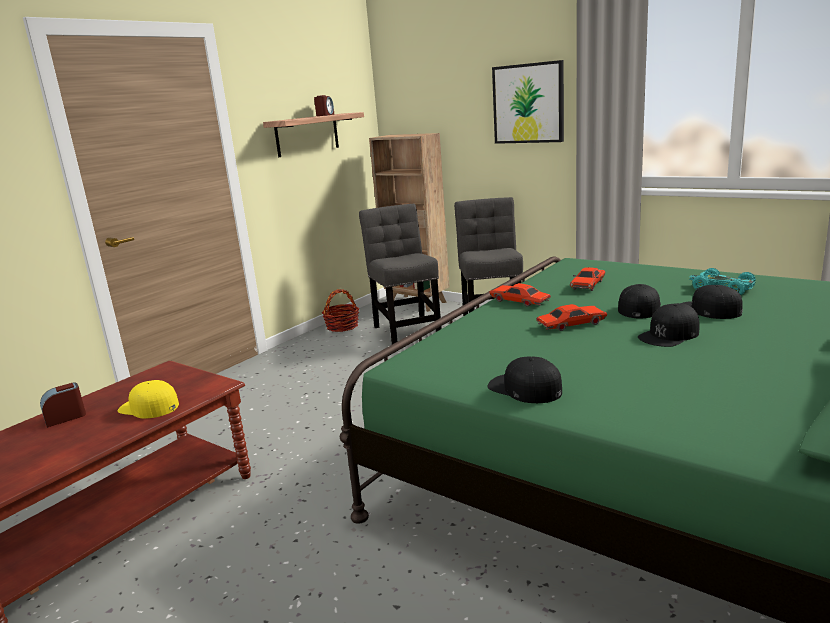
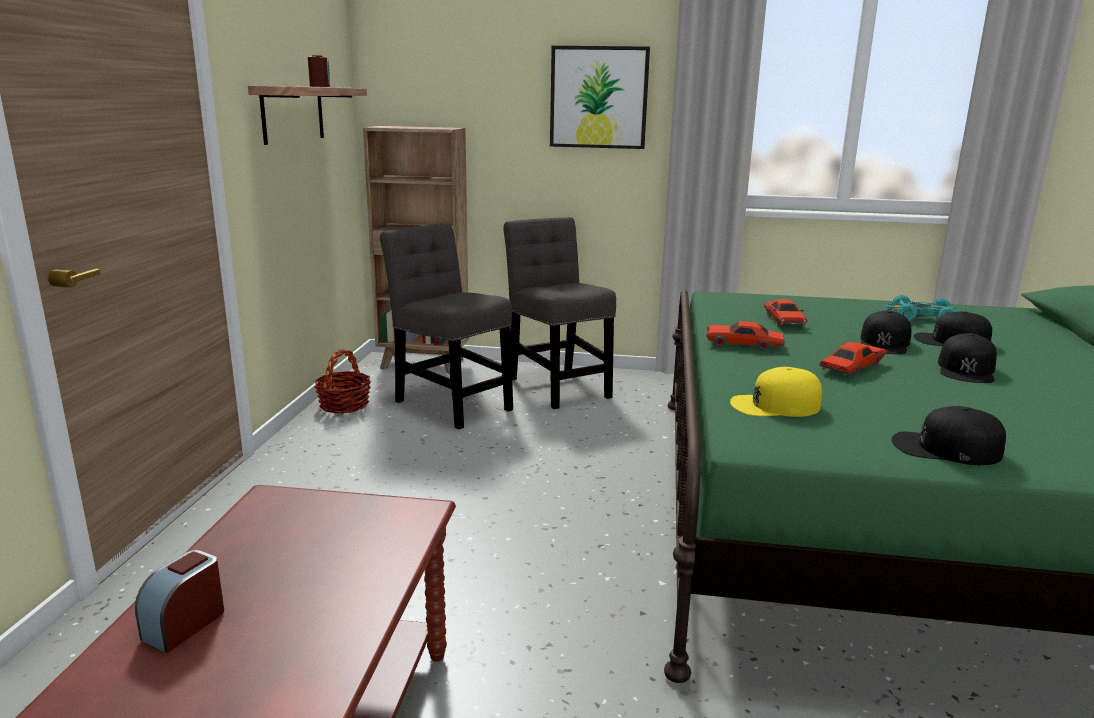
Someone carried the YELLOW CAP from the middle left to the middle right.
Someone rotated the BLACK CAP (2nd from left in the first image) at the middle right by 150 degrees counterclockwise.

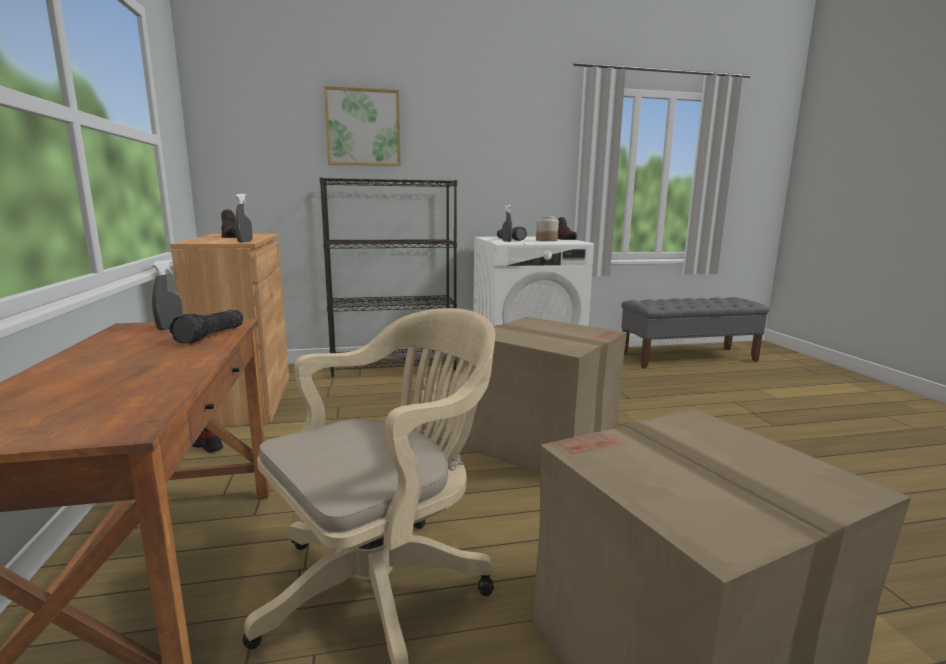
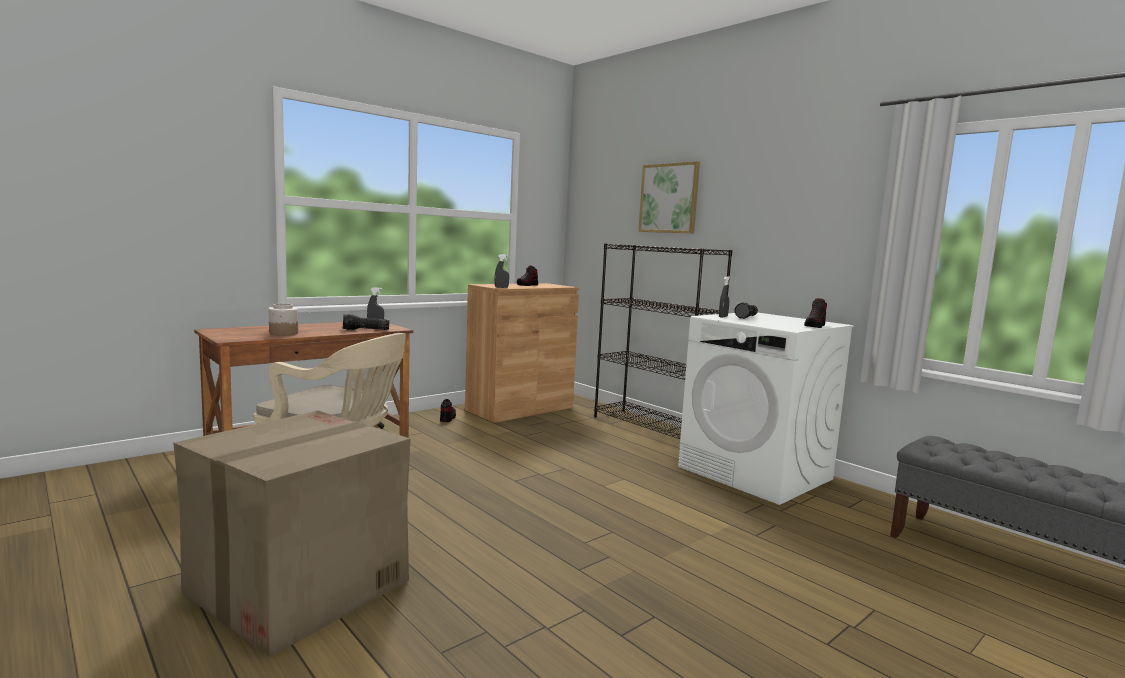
Someone carried the JAR from the centre to the middle left.
Someone took away the CARDBOARD BOX (1st from left) at the centre.

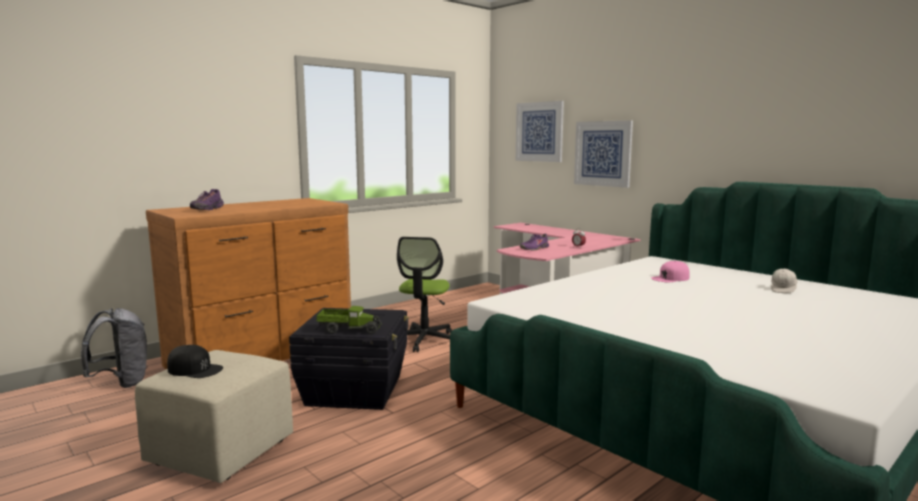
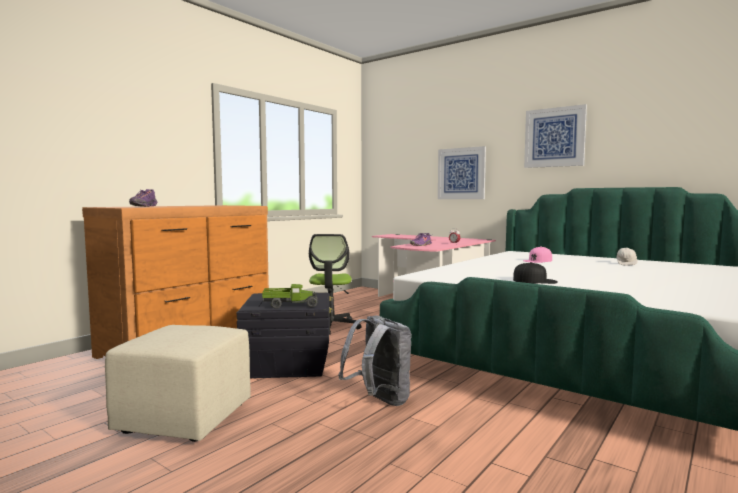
Someone carried the GREY BACKPACK from the bottom left to the bottom centre.
Someone carried the BLACK CAP from the bottom left to the middle right.
Someone carried the PICTURE (1st from left in the first image) from the top centre to the top right.

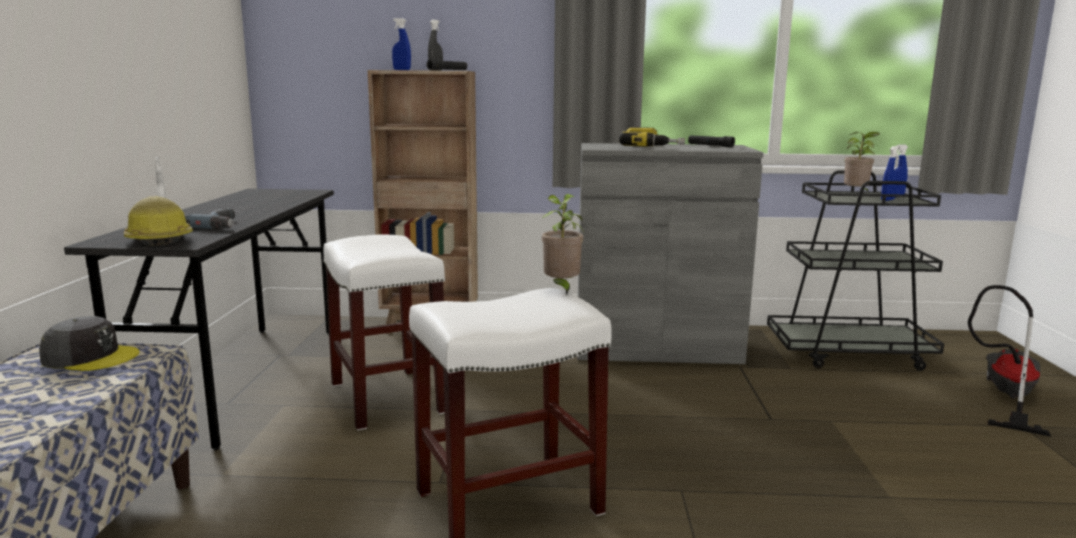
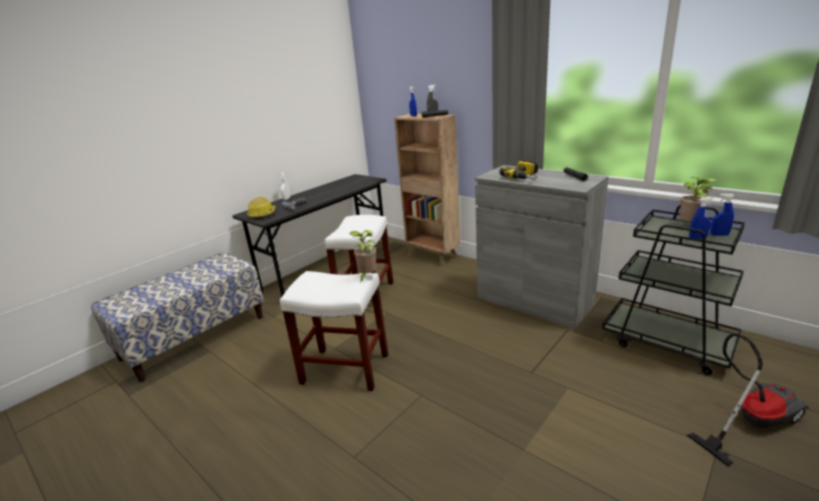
Someone took away the GREY CAP at the middle left.

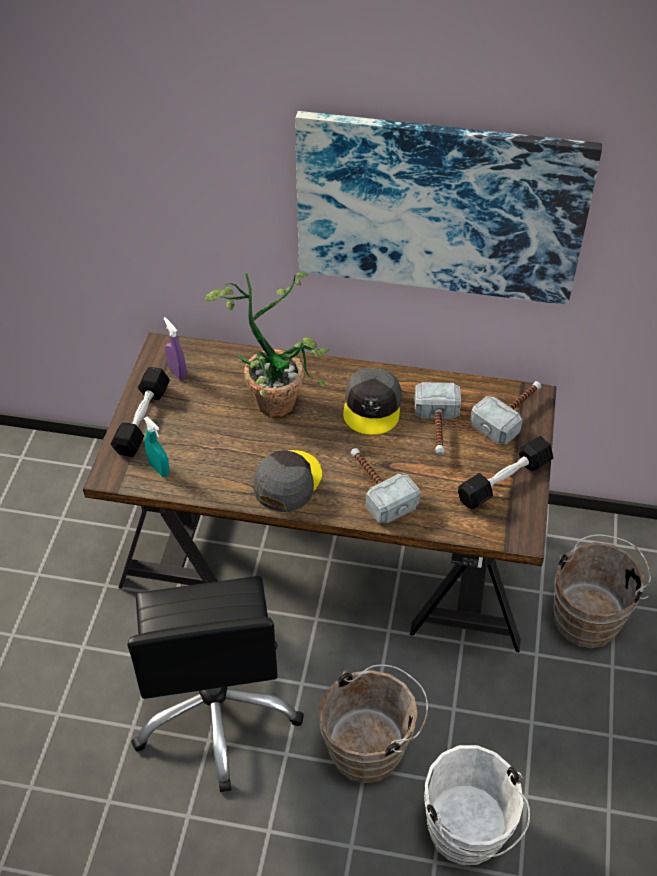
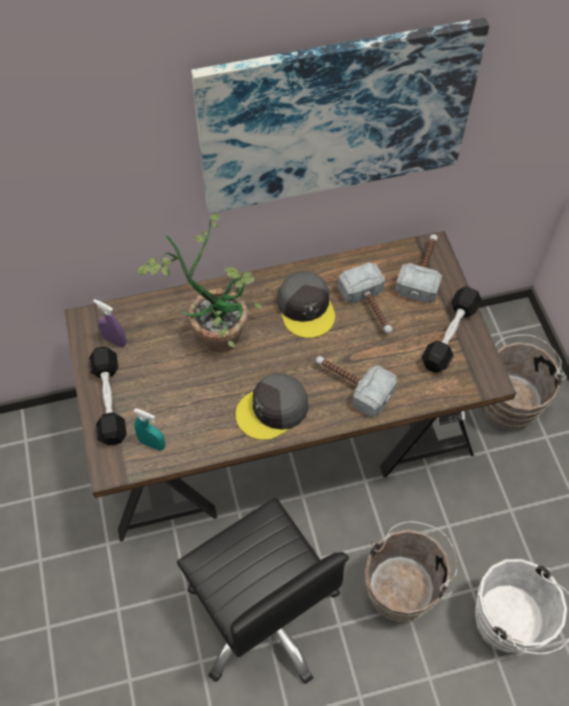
Someone rotated the GREY CAP (1st from left) at the centre by 120 degrees counterclockwise.

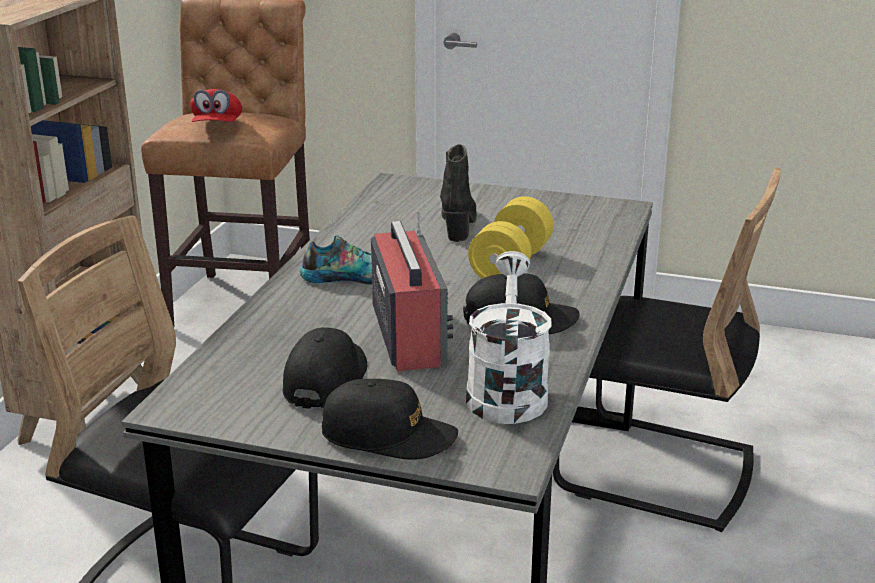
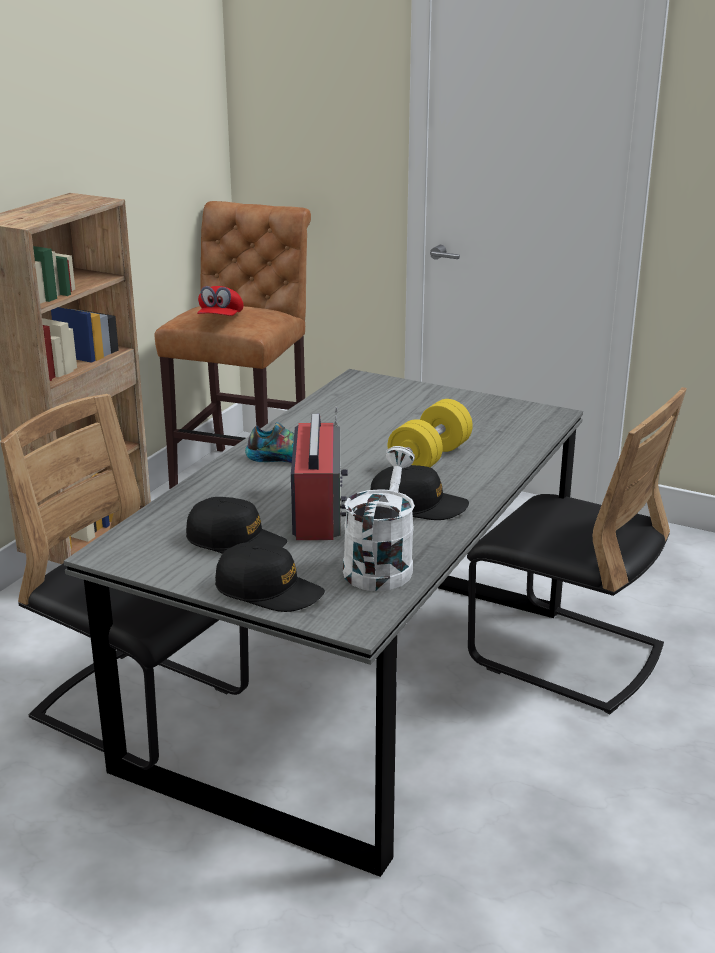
Someone rotated the BLACK CAP (1st from left) at the centre by 90 degrees clockwise.
Someone took away the BLACK BOOT at the top centre.

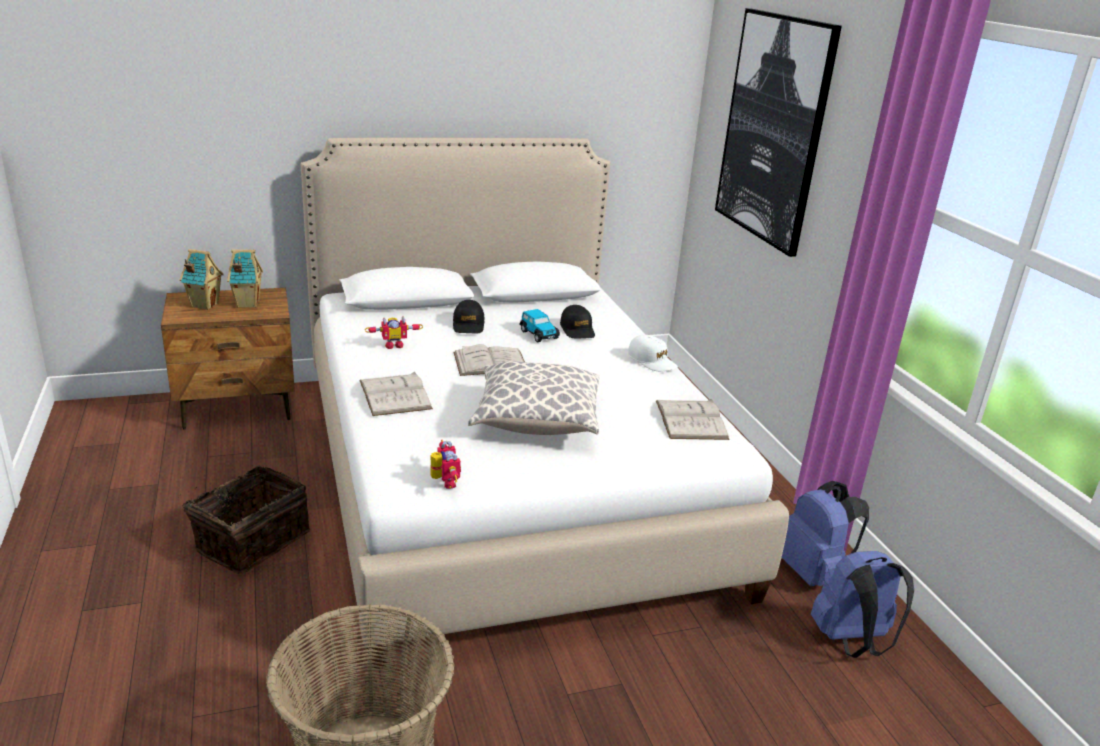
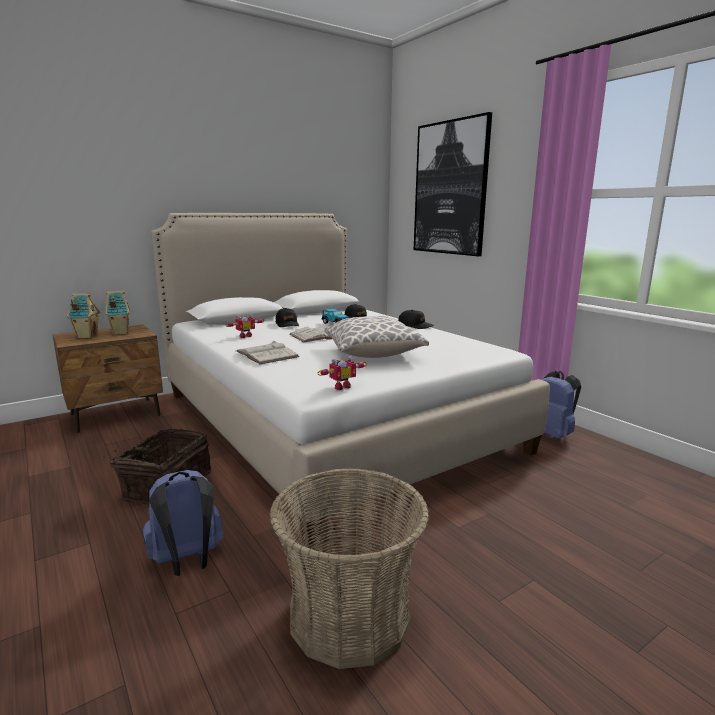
Someone carried the BLUE BACKPACK (2nd from left in the first image) from the bottom right to the bottom left.
Someone rotated the TOY ROBOT (2nd from left) at the centre by 90 degrees clockwise.
Someone repainted the WHITE CAP at the centre, which became the BLACK CAP (3rd from left) at the centre.
Someone took away the WHITE BOOK (3rd from left) at the centre.

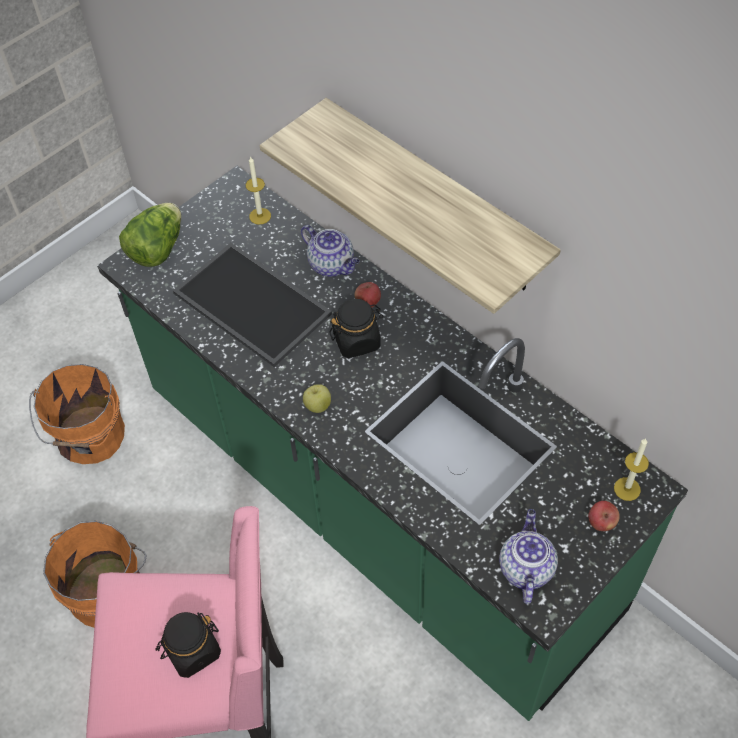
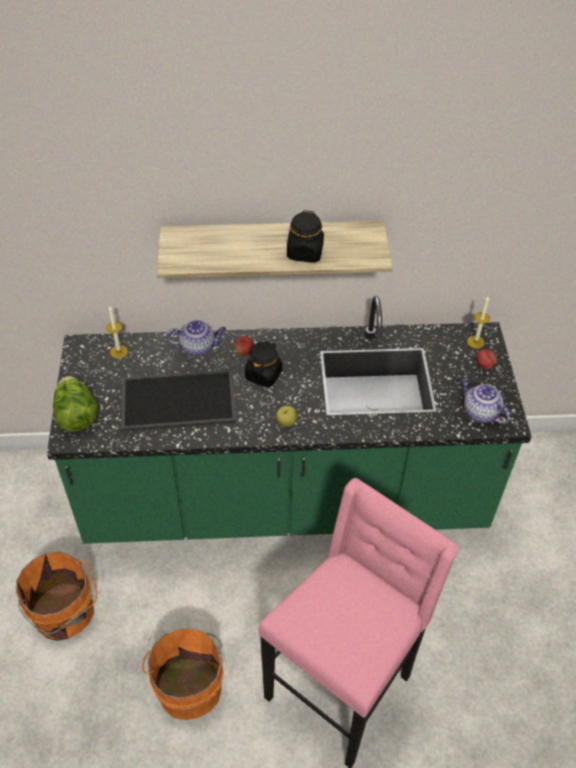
Someone carried the BLACK JAR (1st from left in the first image) from the bottom left to the top centre.

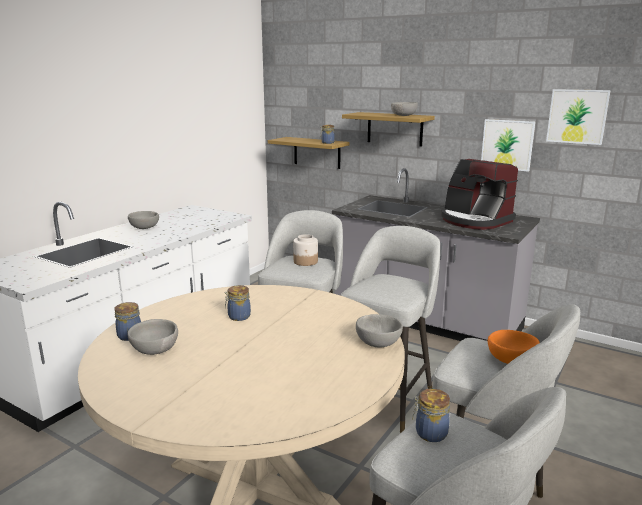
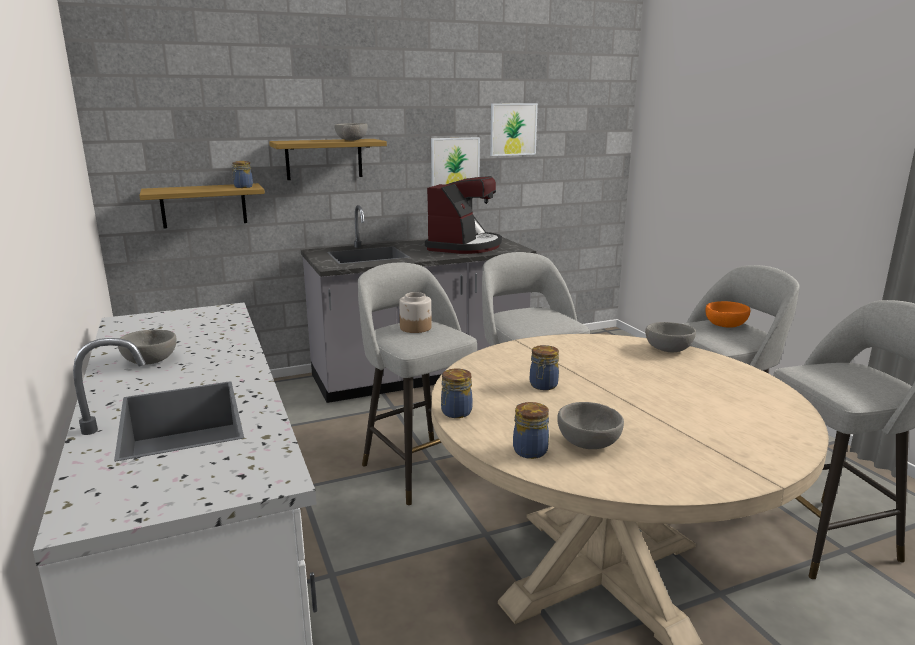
Someone rotated the COFFEE MACHINE at the middle right by 60 degrees counterclockwise.
Someone carried the JAR (5th from left in the first image) from the bottom right to the centre.

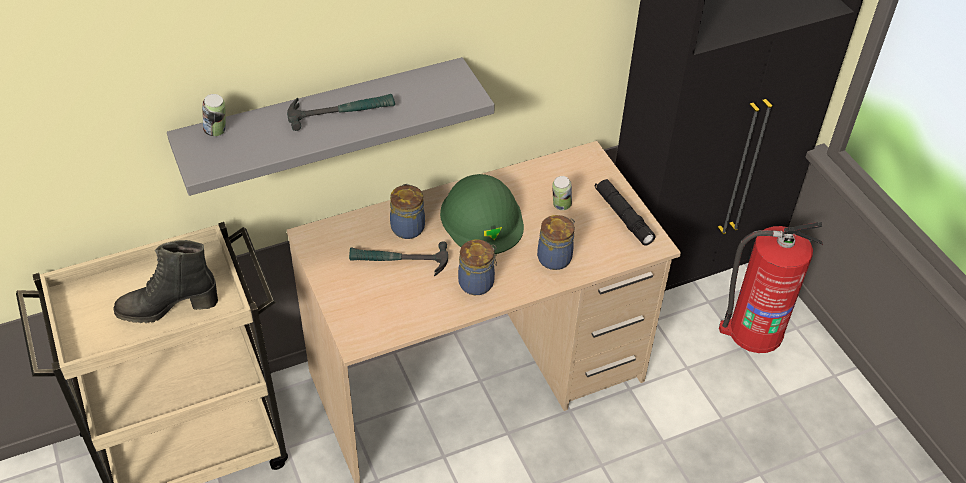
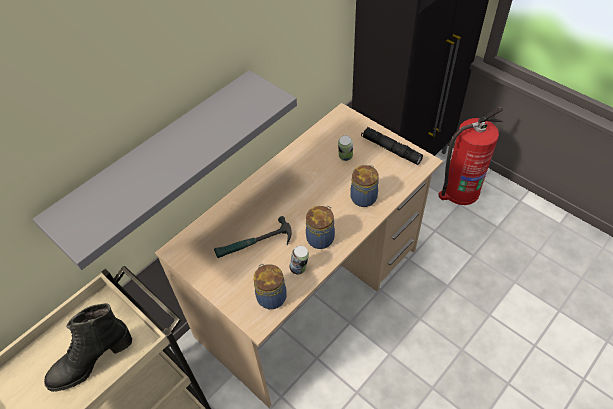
Someone carried the JAR (1st from left) from the centre to the bottom centre.
Someone carried the CAN (1st from left) from the top left to the centre.
Someone took away the HAMMER (1st from left) at the top centre.
Someone took away the GREEN HARD HAT at the centre.

